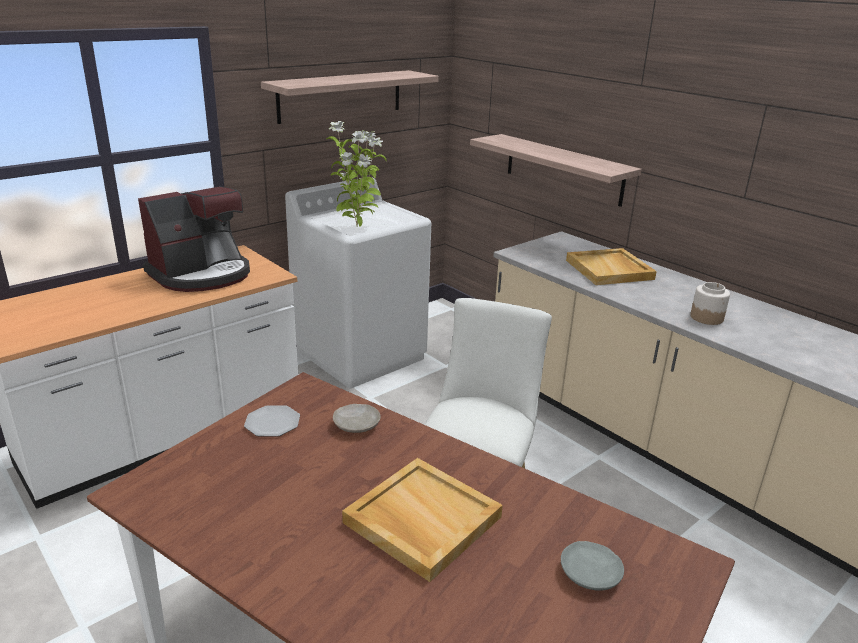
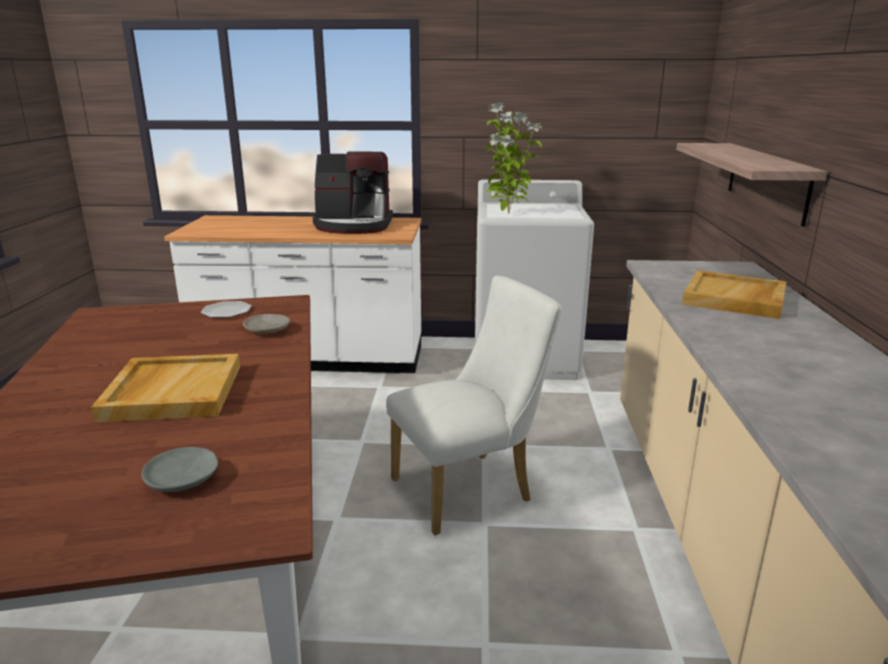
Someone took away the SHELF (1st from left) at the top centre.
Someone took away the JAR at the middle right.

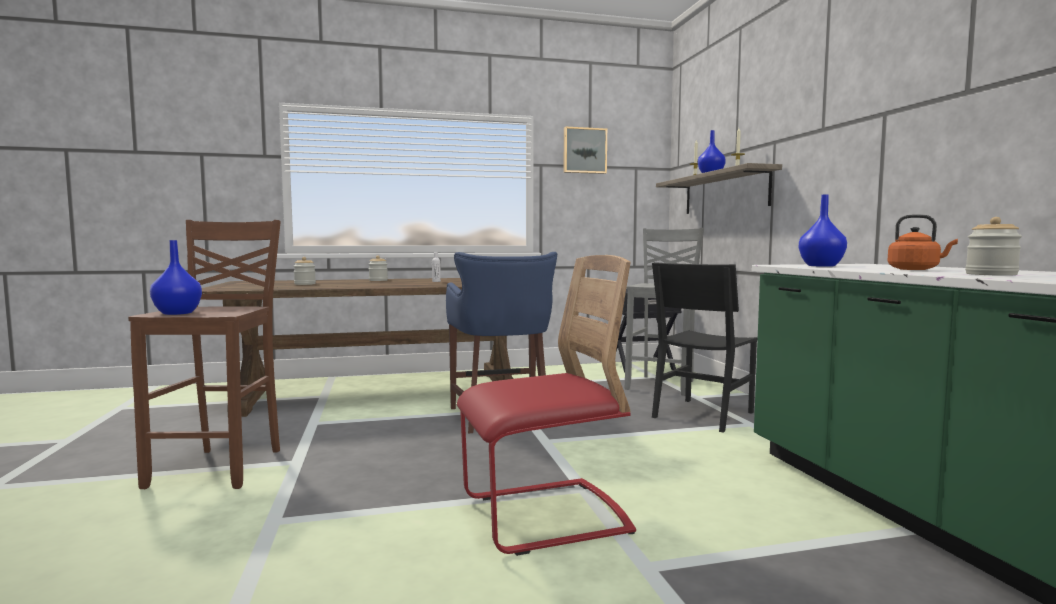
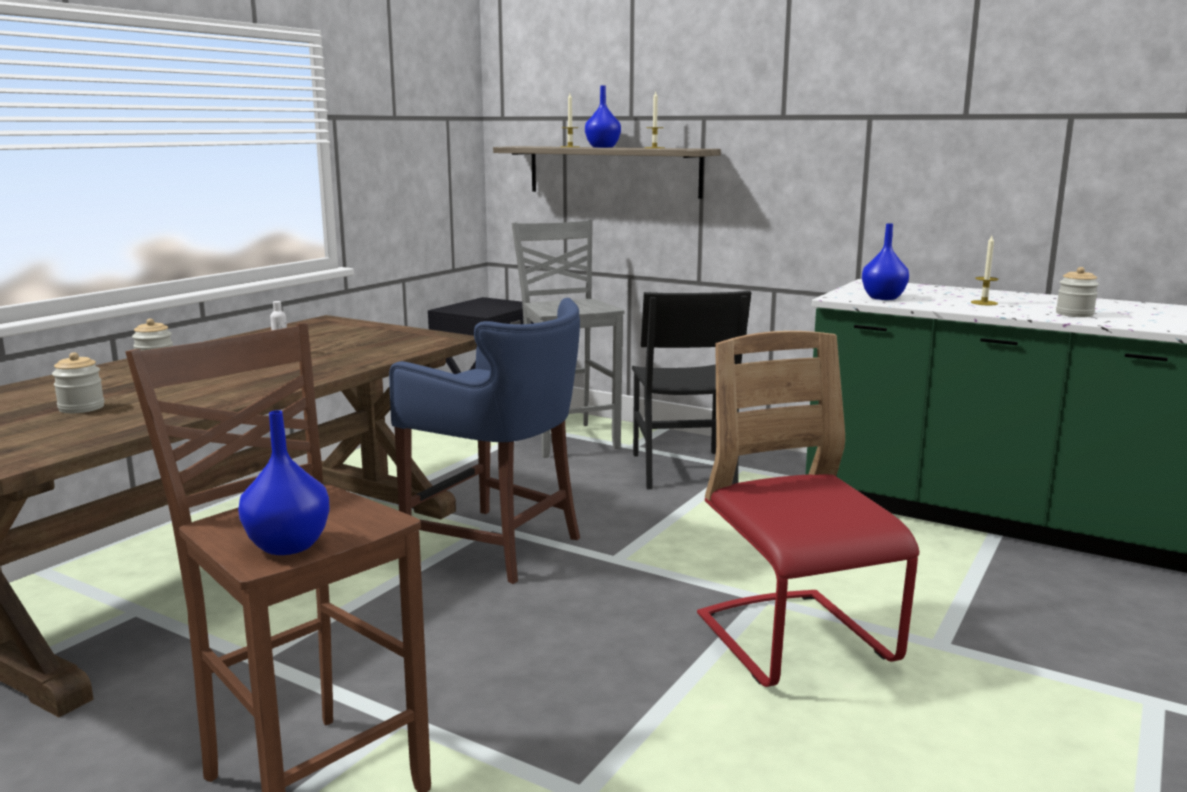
Someone rotated the RED CHAIR at the bottom centre by 45 degrees counterclockwise.
Someone swapped the ORANGE KETTLE at the middle right for the CANDLE (3rd from left) at the middle right.
Someone took away the PICTURE at the top centre.

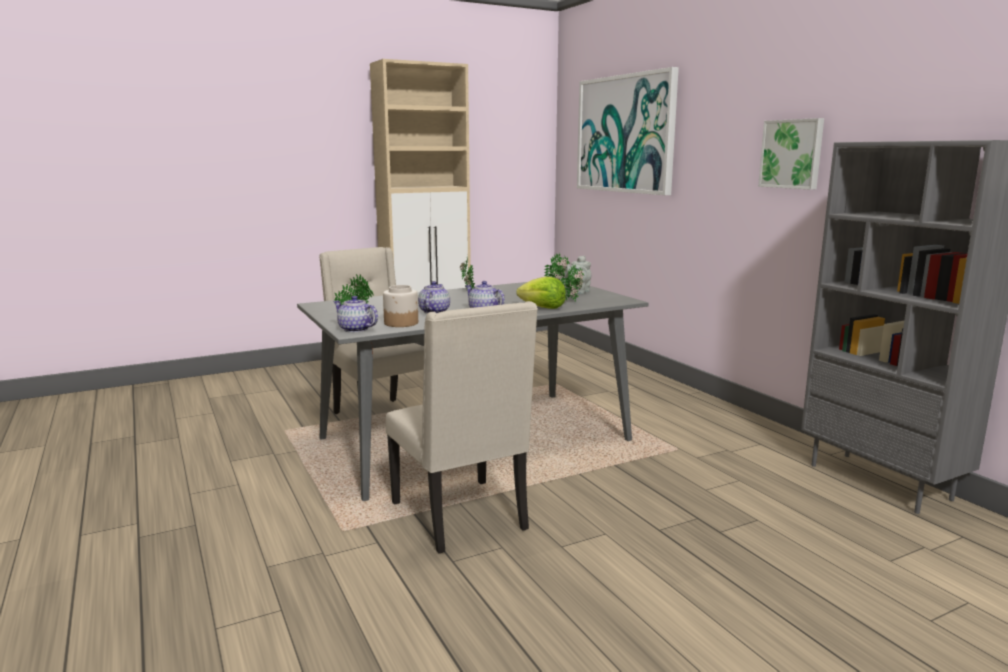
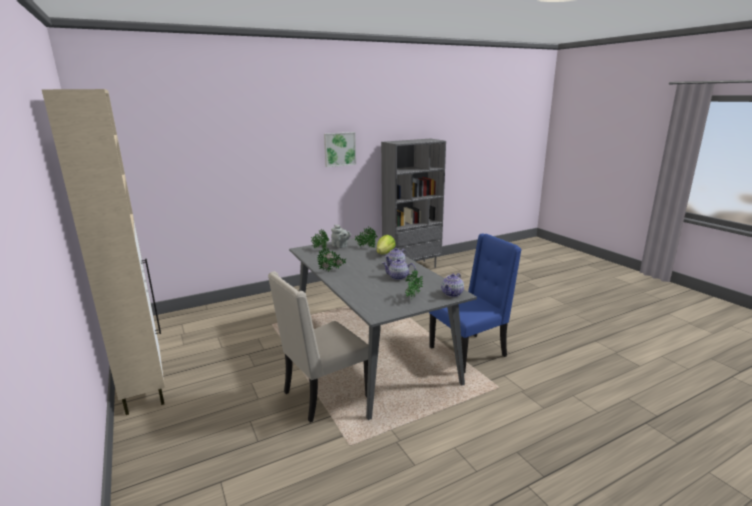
Someone repainted the BEIGE CHAIR (2nd from left) at the centre, which became the BLUE CHAIR at the centre.
Someone took away the JAR at the centre.
Someone took away the PICTURE (1st from left) at the top centre.

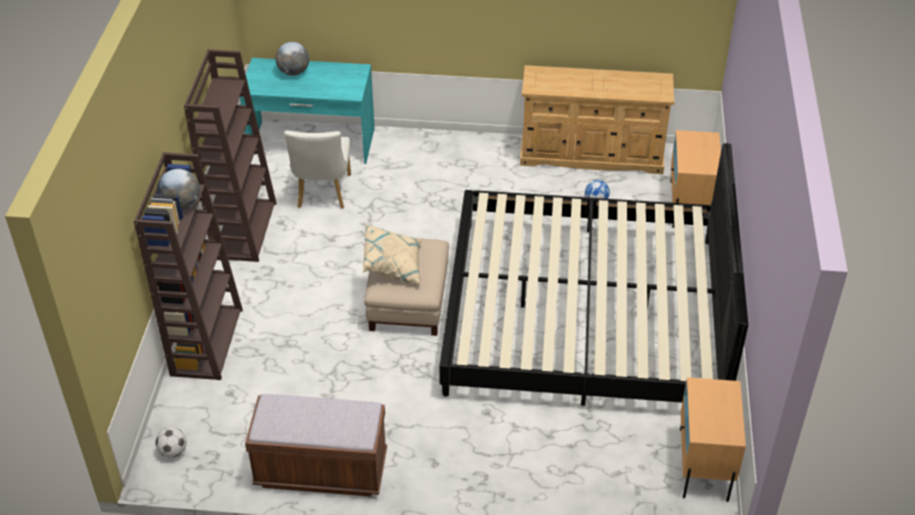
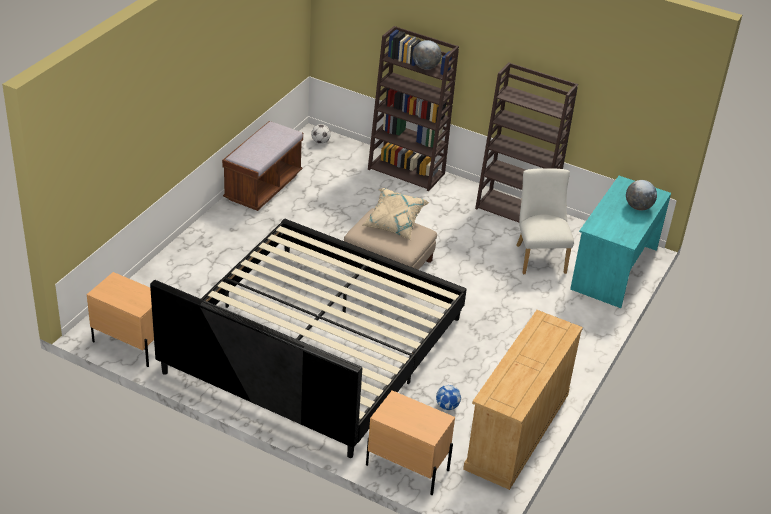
Someone rotated the WHITE CHAIR at the top centre by 60 degrees clockwise.

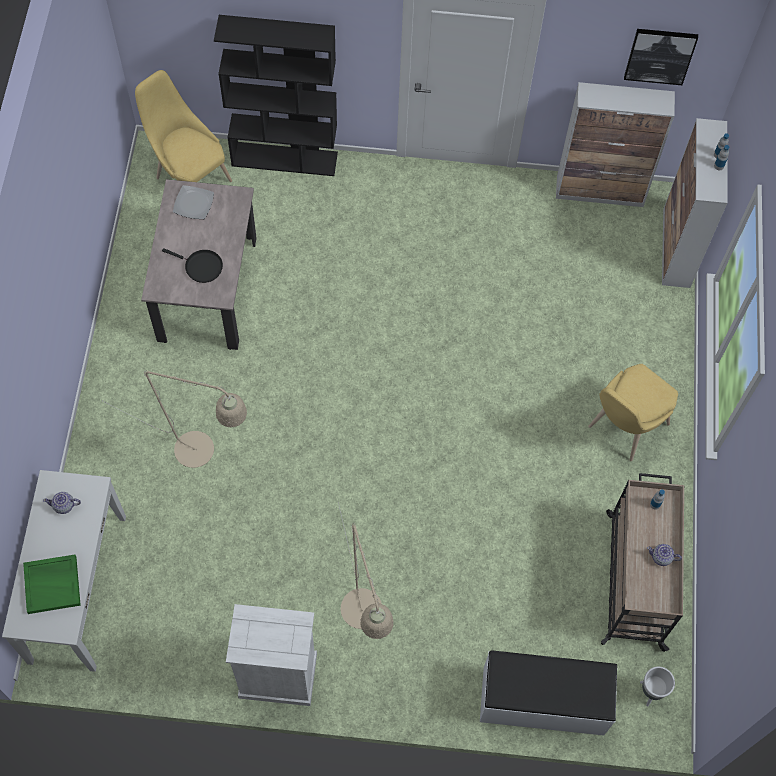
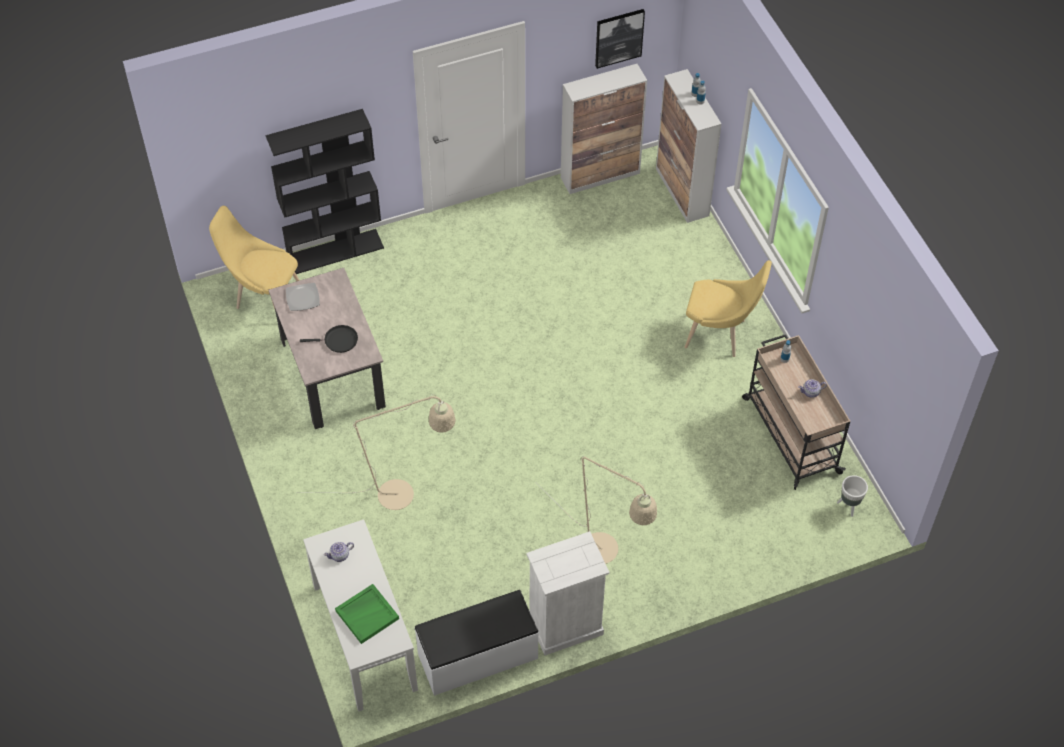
Someone carried the WHITE BENCH from the bottom right to the bottom centre.
Someone rotated the YELLOW CHAIR (2nd from left) at the middle right by 90 degrees counterclockwise.

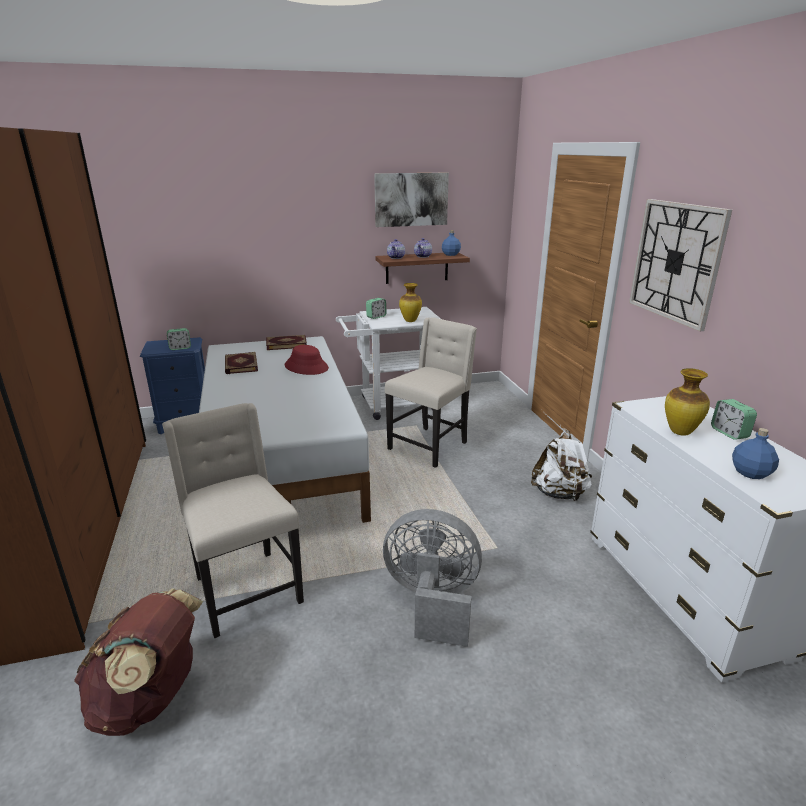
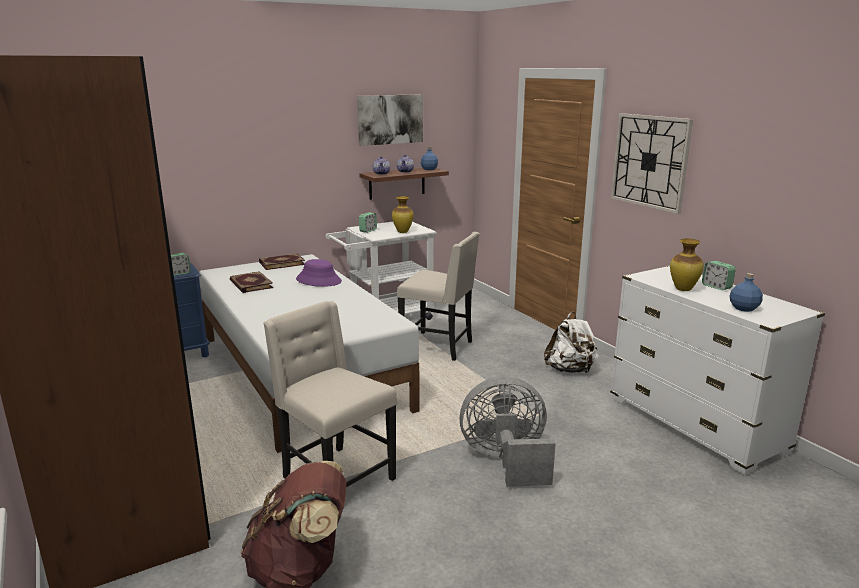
Someone repainted the RED HAT at the centre, which became the PURPLE HAT at the centre.
Someone rotated the BEIGE CHAIR (2nd from left) at the centre by 90 degrees clockwise.

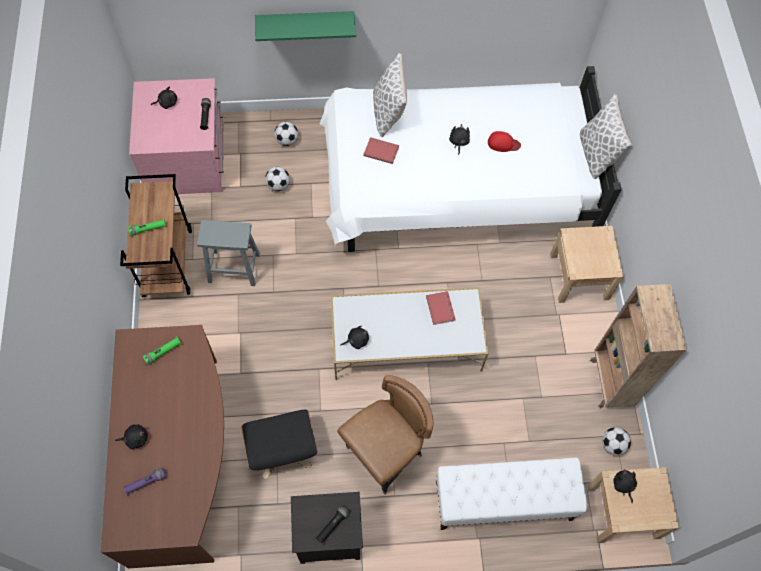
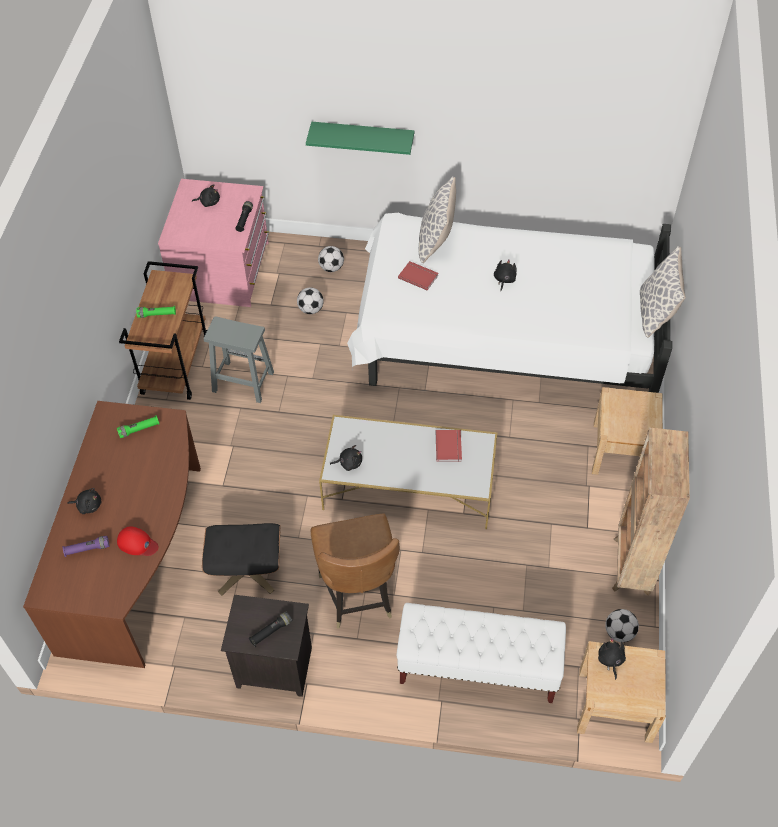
Someone carried the RED CAP from the top centre to the middle left.
Someone rotated the BROWN CHAIR at the bottom centre by 105 degrees clockwise.

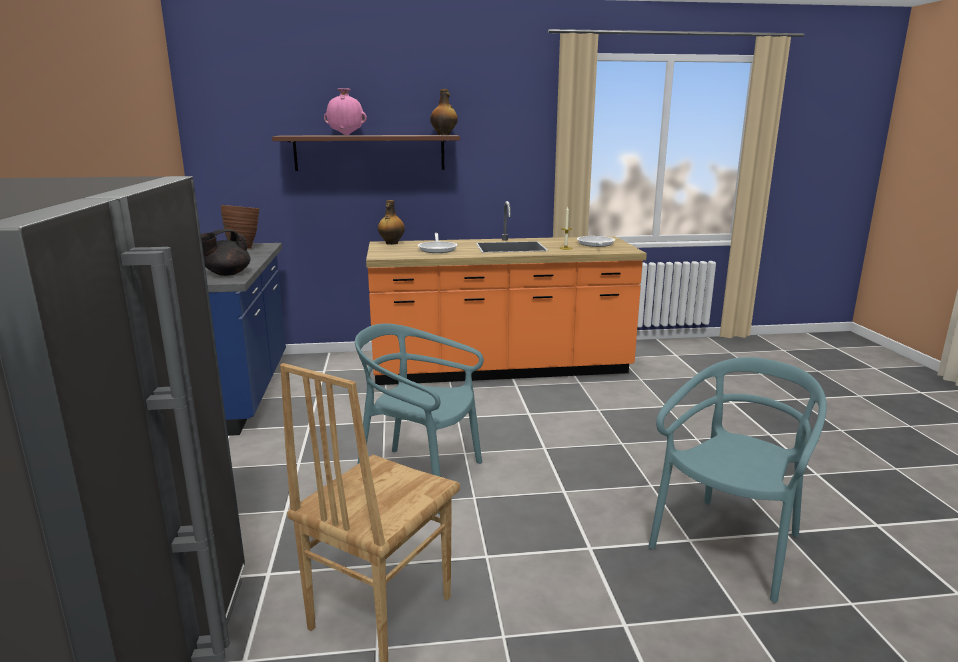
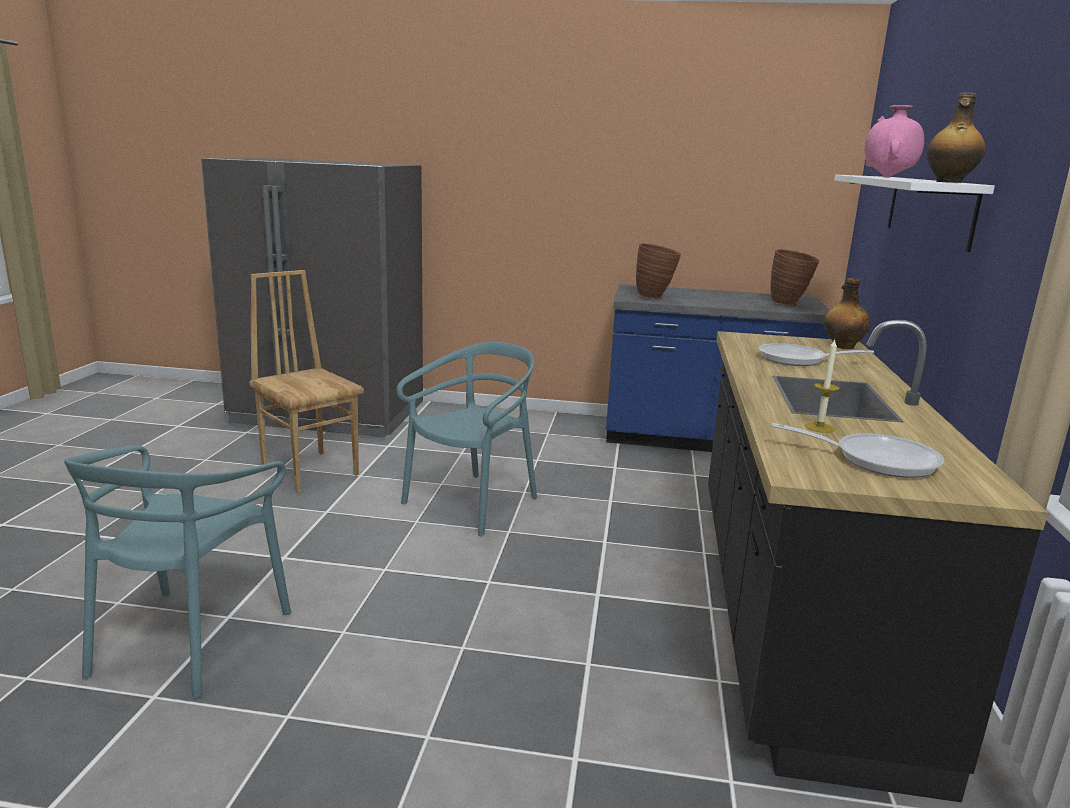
Someone rotated the TURQUOISE CHAIR (2nd from left in the first image) at the bottom right by 45 degrees clockwise.
Someone swapped the BLACK TEAPOT at the middle left for the BROWN VASE (1st from left) at the centre.
Someone repainted the ORANGE COUNTER at the centre, which became the BLACK COUNTER at the bottom right.
Someone repainted the BROWN SHELF at the top centre, which became the WHITE SHELF at the top right.

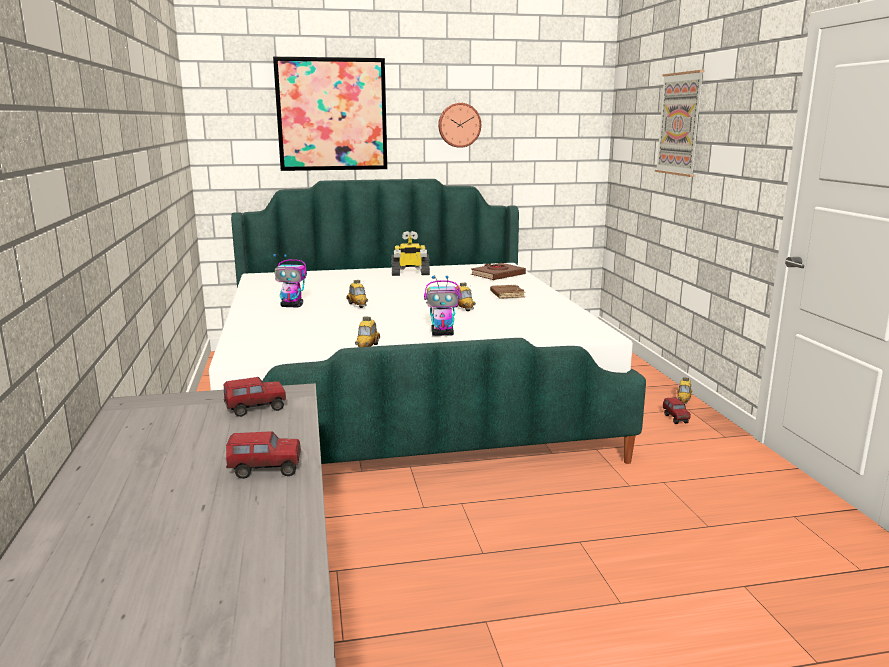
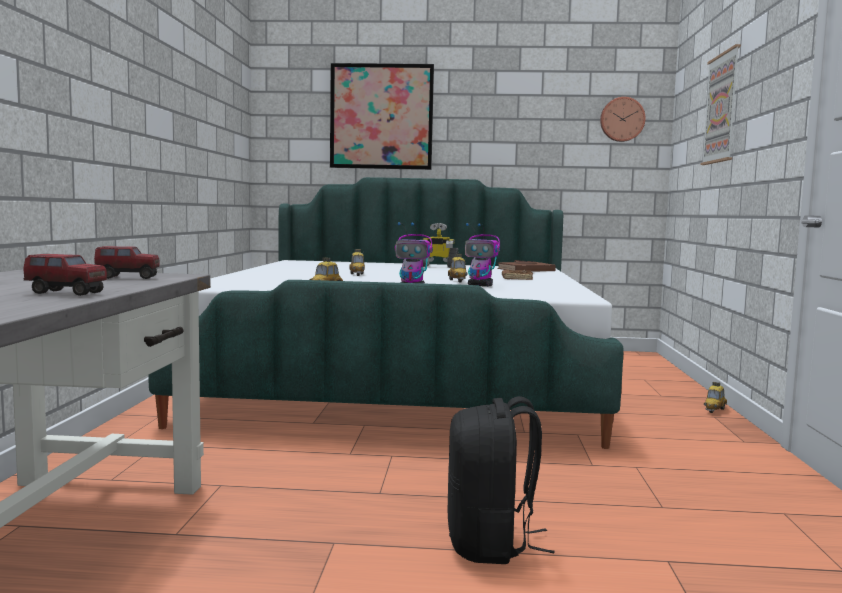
Someone put down the BLACK BACKPACK at the bottom centre.
Someone carried the TOY ROBOT (1st from left in the first image) from the middle left to the centre.
Someone carried the WALL CLOCK from the top centre to the top right.
Someone took away the TOY TRUCK (3rd from left) at the middle right.

